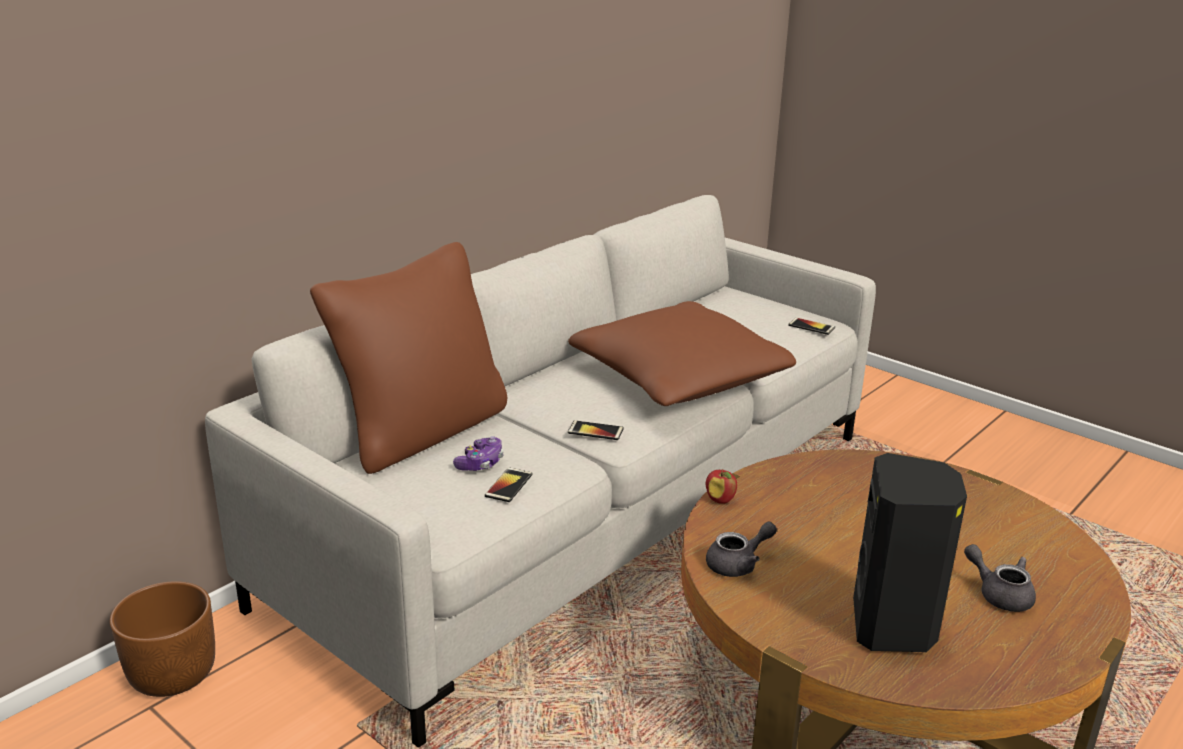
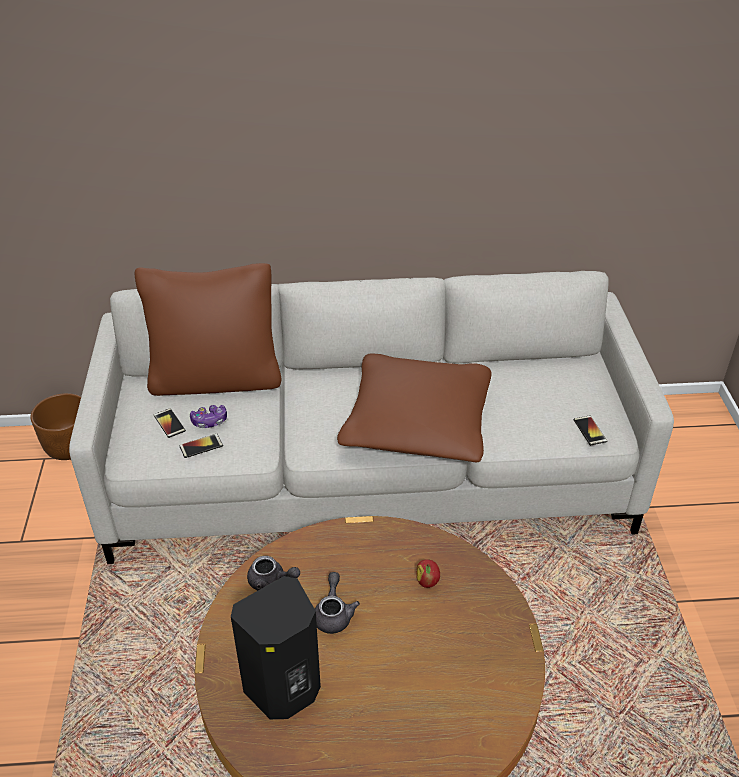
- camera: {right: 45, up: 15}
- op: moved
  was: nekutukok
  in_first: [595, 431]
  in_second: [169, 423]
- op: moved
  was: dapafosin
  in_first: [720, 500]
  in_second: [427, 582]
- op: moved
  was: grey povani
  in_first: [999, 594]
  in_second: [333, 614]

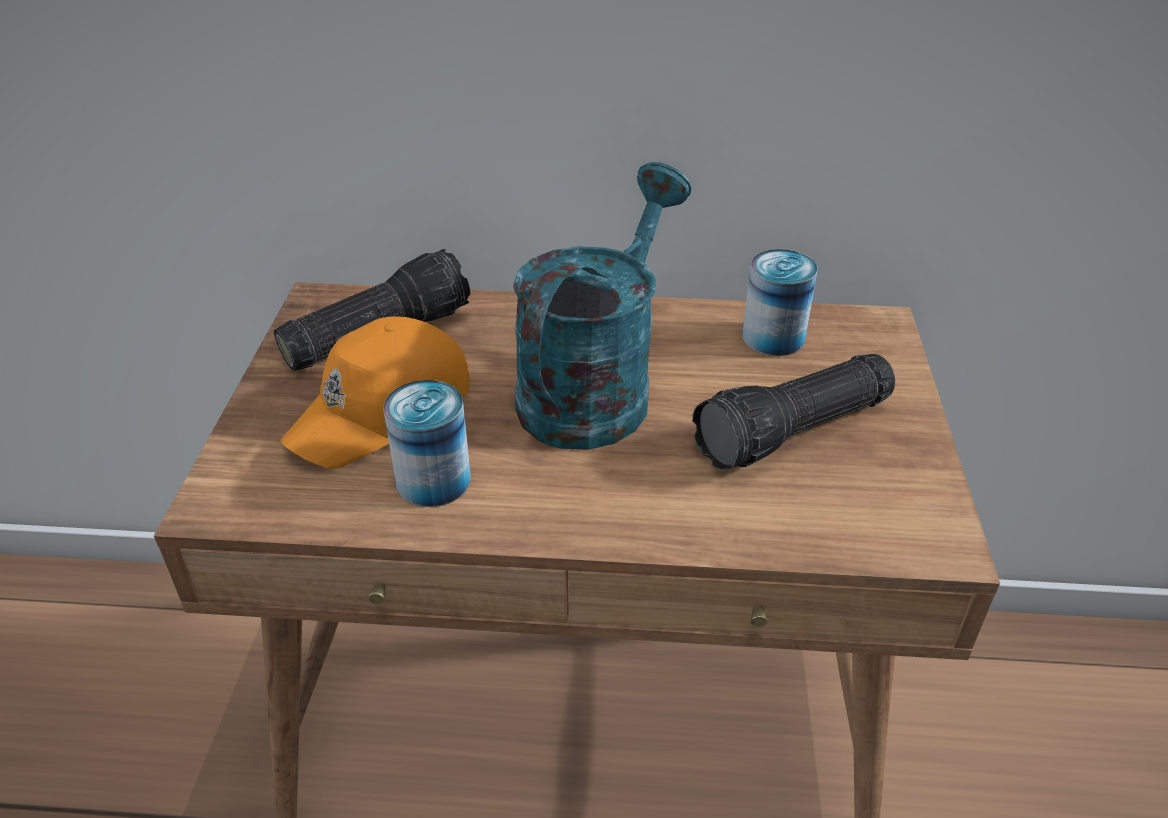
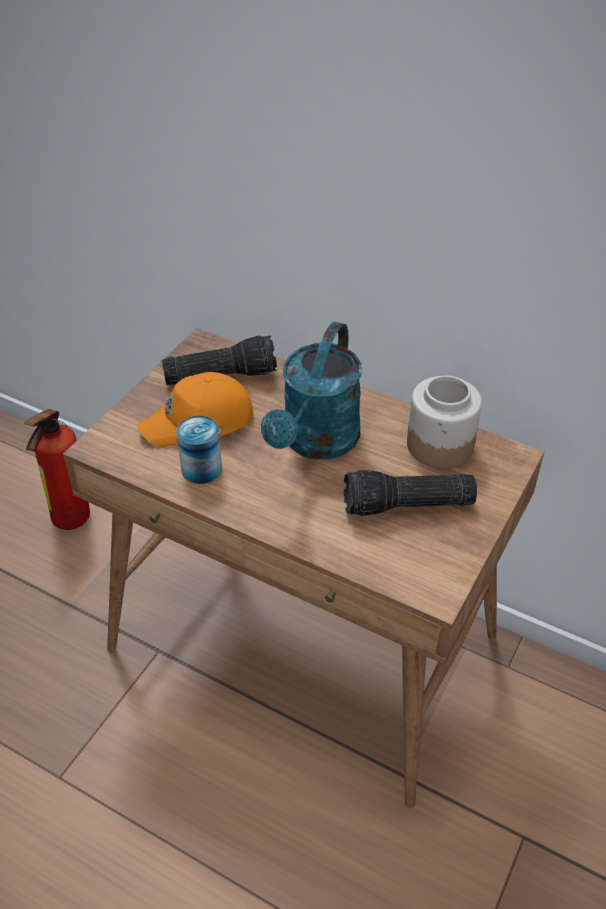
- camera: {right: 25, up: 5}
- op: added
  now: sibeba
  in_second: [68, 522]
- op: replaced
  was: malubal
  now: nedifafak
  in_first: [773, 337]
  in_second: [440, 445]
- op: turned
  was: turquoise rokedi
  in_first: [595, 386]
  in_second: [316, 443]
  clockwise: 150

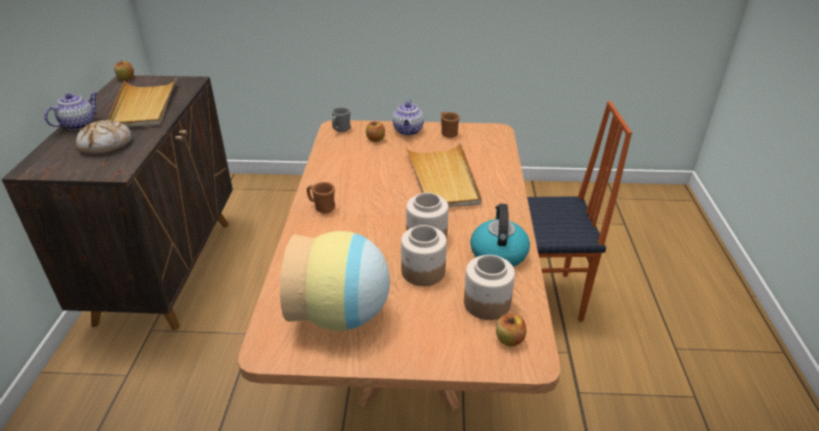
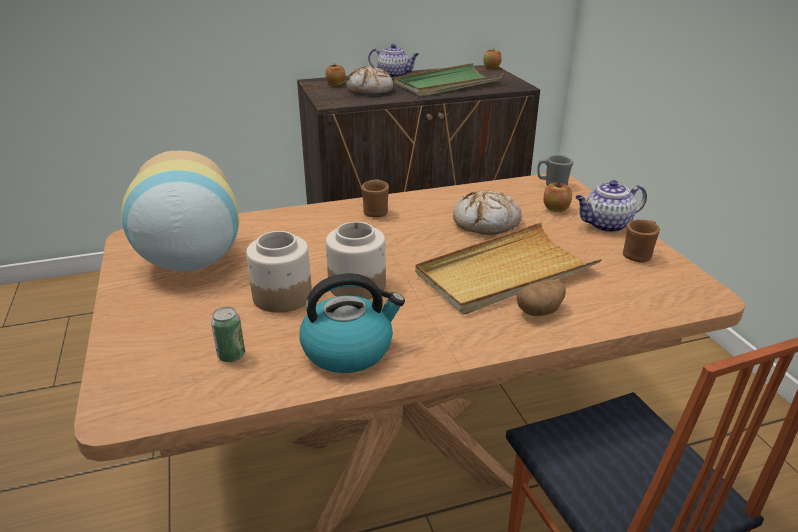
- camera: {right: 70, up: -5}
- op: added
  now: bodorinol
  in_second: [486, 222]
- op: added
  now: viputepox
  in_second: [540, 311]
- op: moved
  was: dapafosin
  in_first: [509, 339]
  in_second: [336, 84]
- op: replaced
  was: nedifafak
  now: malubal
  in_first: [486, 303]
  in_second: [231, 355]
- op: recoloured
  was: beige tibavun
  now: green tibavun
  in_first: [144, 106]
  in_second: [447, 84]

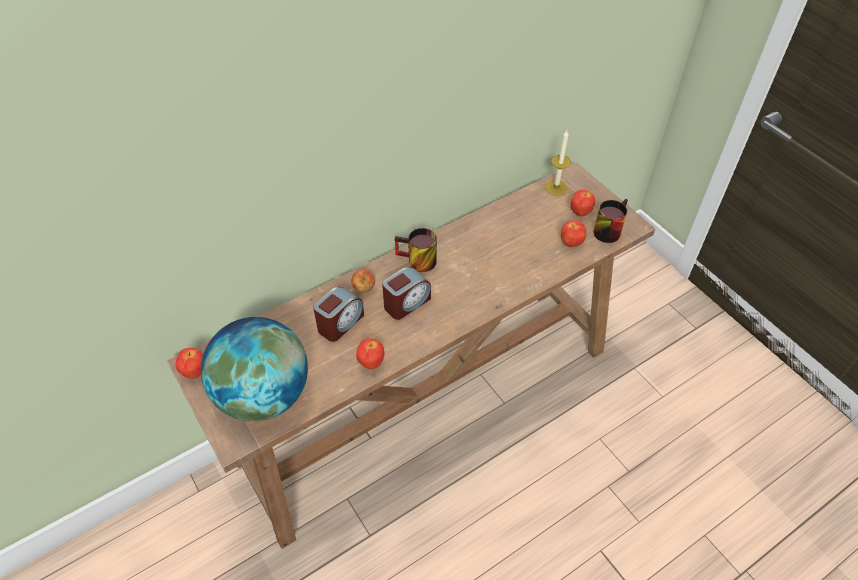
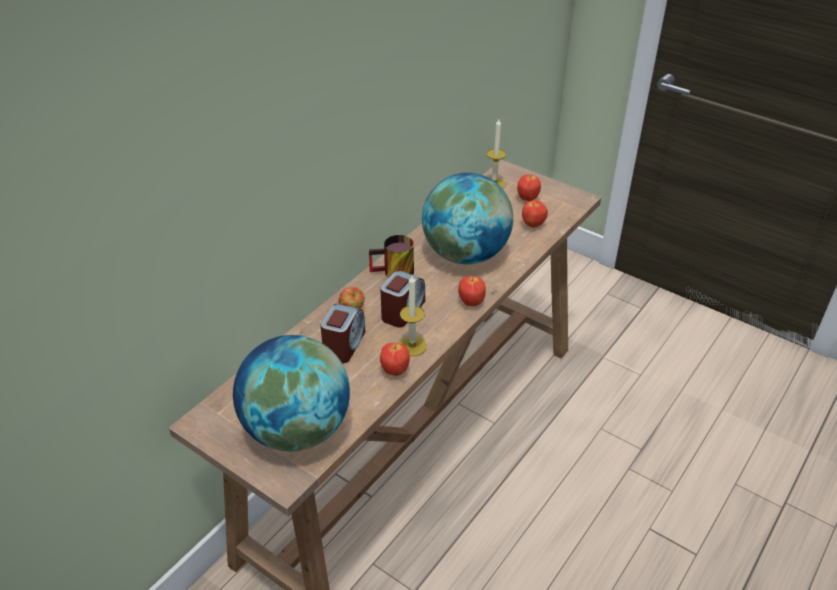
- camera: {right: -20, up: -10}
- op: removed
  was: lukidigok
  in_first: [607, 229]
- op: added
  now: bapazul
  in_second: [412, 346]
- op: added
  now: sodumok
  in_second: [466, 254]
- op: moved
  was: dapafosin
  in_first: [194, 371]
  in_second: [470, 302]

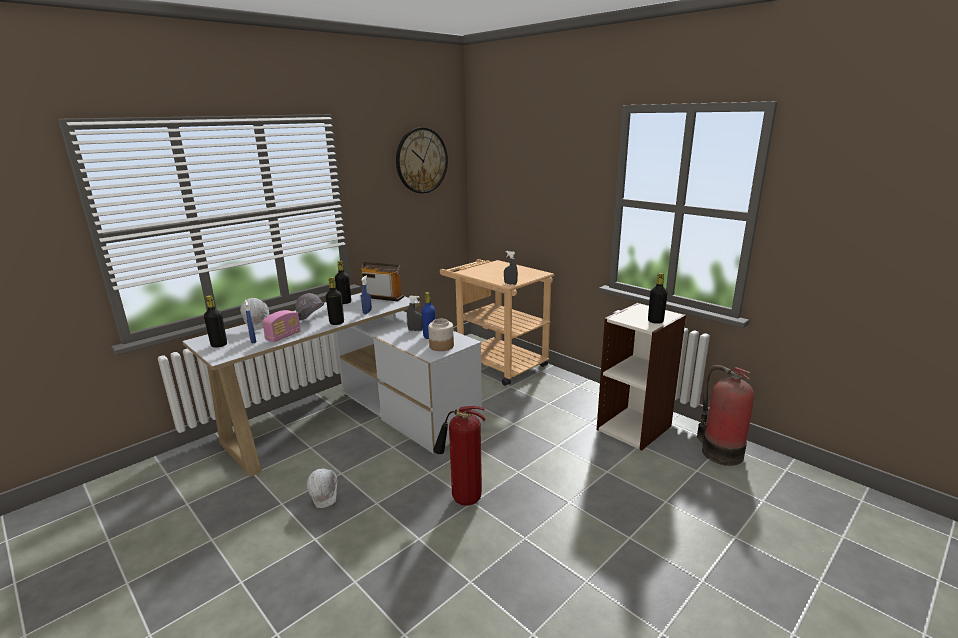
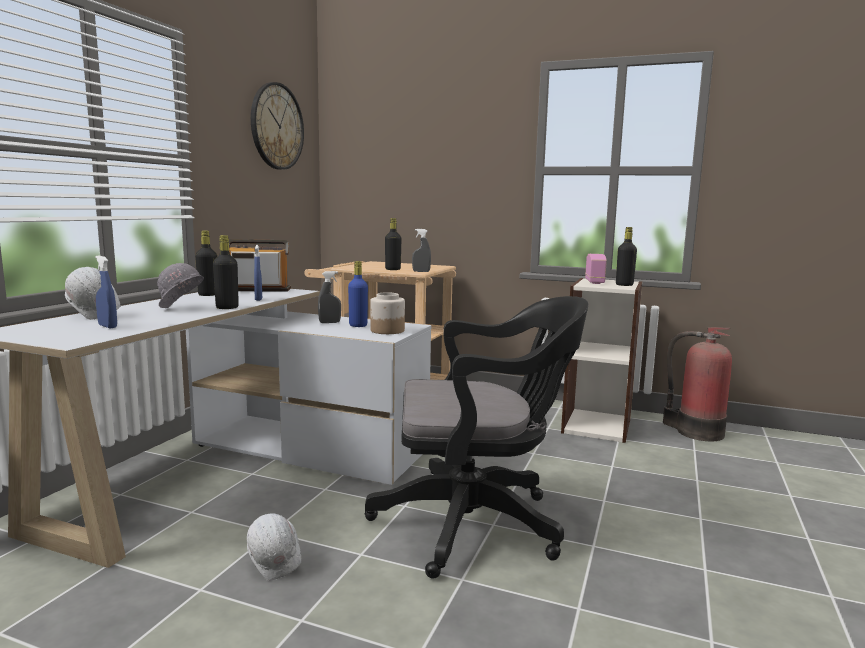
- camera: {right: -25, up: -10}
- op: moved
  was: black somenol
  in_first: [219, 345]
  in_second: [393, 269]
- op: moved
  was: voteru
  in_first: [283, 336]
  in_second: [594, 282]
- op: replaced
  was: sibeba
  now: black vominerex
  in_first: [463, 499]
  in_second: [477, 524]

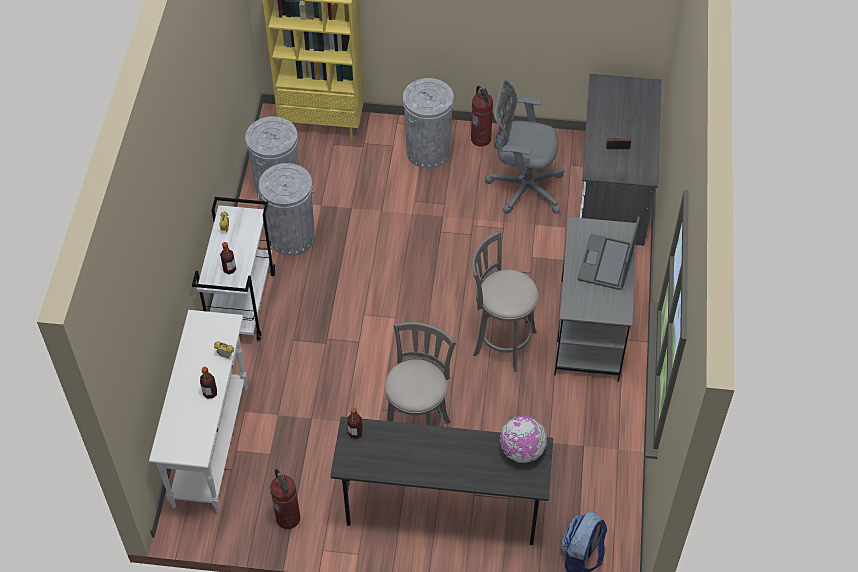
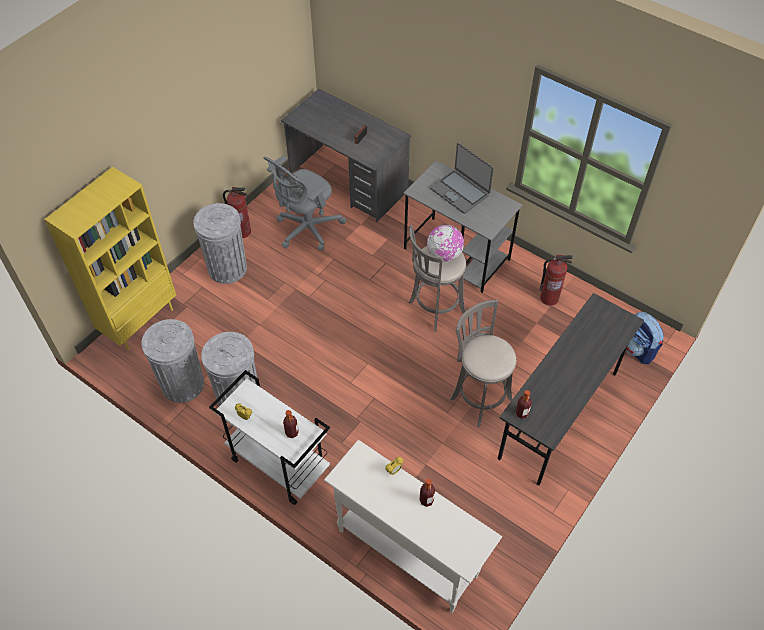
- camera: {right: -60, up: 0}
- op: moved
  was: sibeba
  in_first: [288, 518]
  in_second: [549, 298]
- op: moved
  was: sodumok
  in_first: [522, 451]
  in_second: [444, 255]

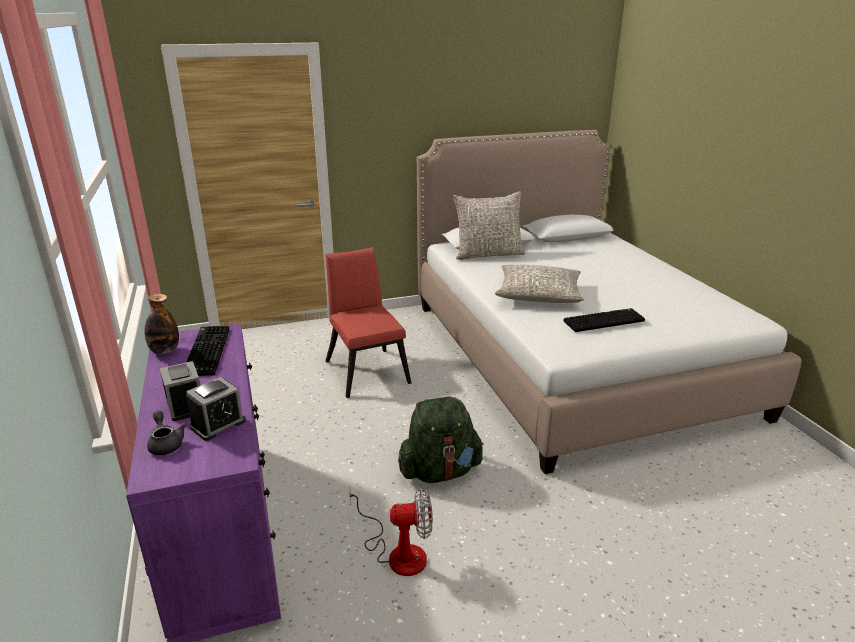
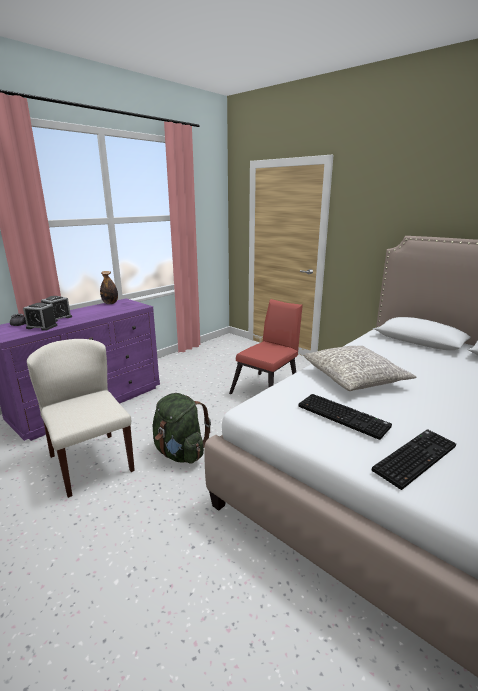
- camera: {right: 60, up: -5}
- op: removed
  was: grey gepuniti
  in_first: [488, 254]
- op: moved
  was: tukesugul
  in_first: [206, 351]
  in_second: [414, 457]
- op: replaced
  was: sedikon
  now: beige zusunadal
  in_first: [398, 552]
  in_second: [90, 462]

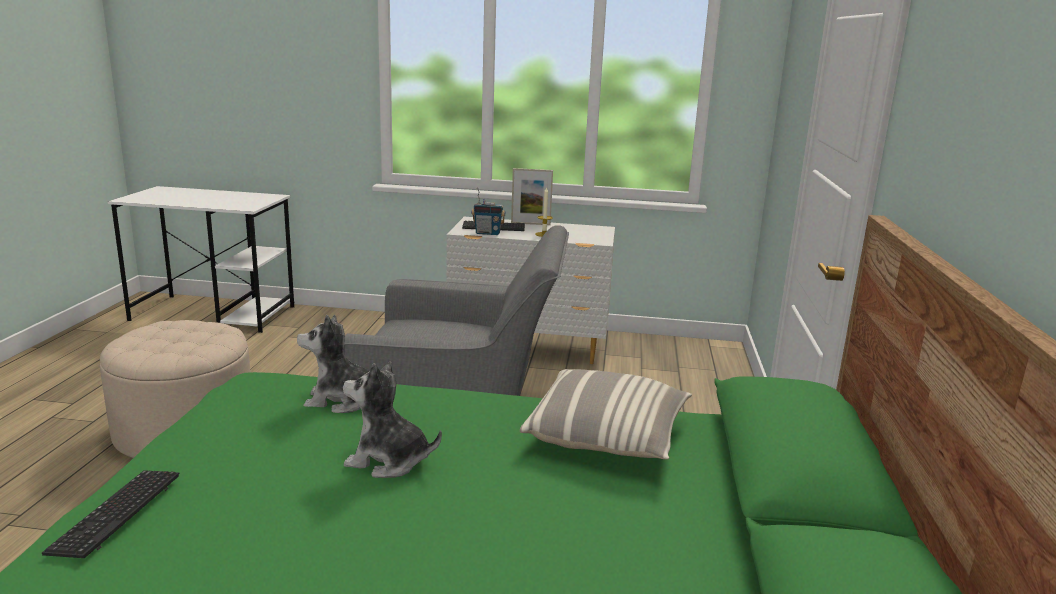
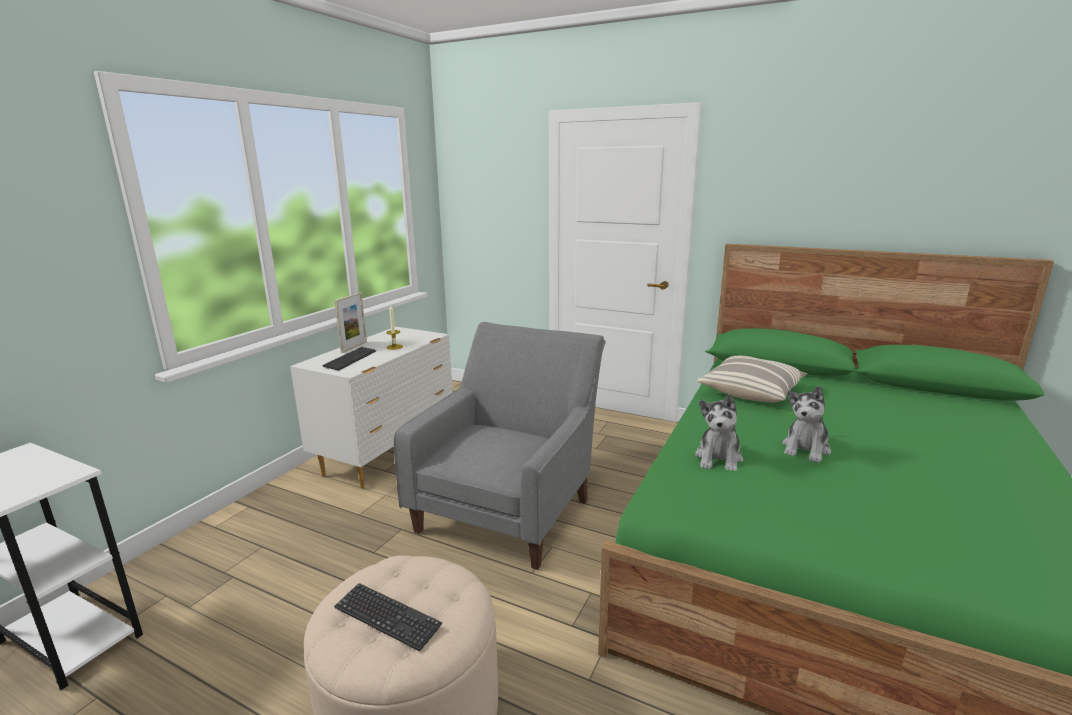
- camera: {right: -70, up: 0}
- op: removed
  was: voteru
  in_first: [487, 233]
- op: moved
  was: tukesugul
  in_first: [116, 514]
  in_second: [387, 617]

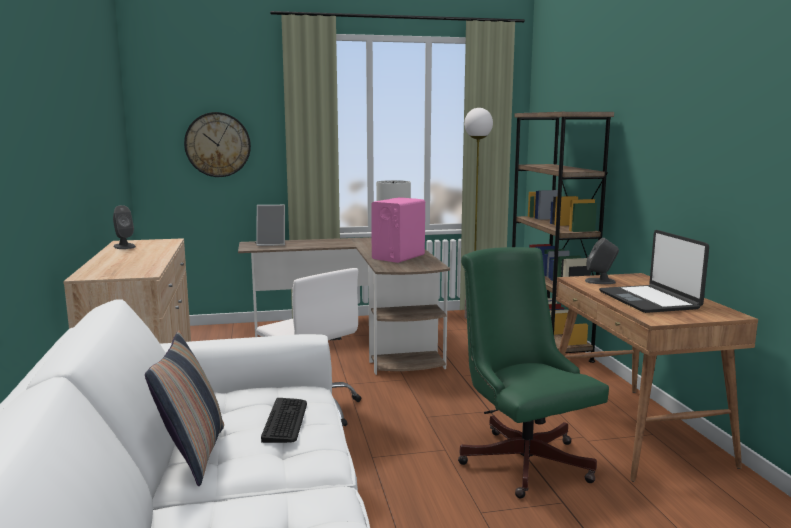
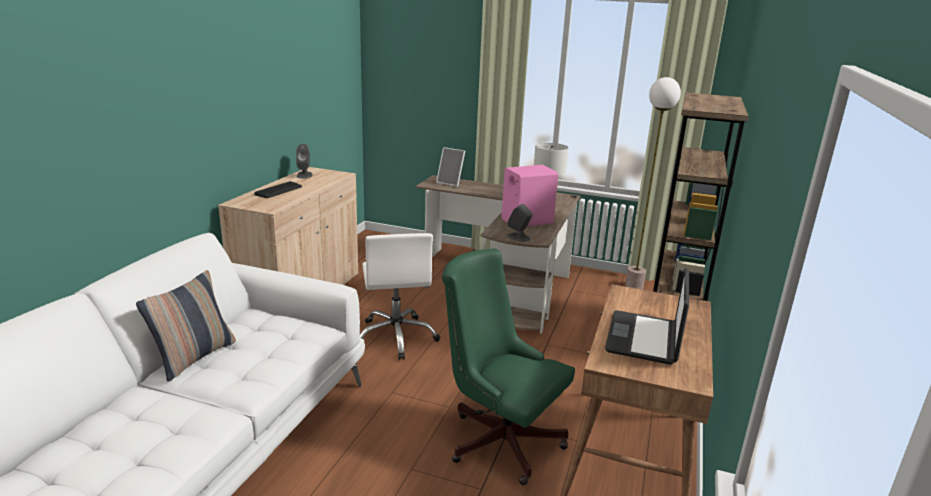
- camera: {right: 30, up: 10}
- op: removed
  was: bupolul
  in_first: [217, 144]
- op: moved
  was: tukesugul
  in_first: [285, 421]
  in_second: [279, 190]
- op: moved
  was: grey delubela
  in_first: [600, 281]
  in_second: [518, 237]
- op: turned
  was: green vominerex
  in_first: [522, 458]
  in_second: [499, 438]
  clockwise: -60

